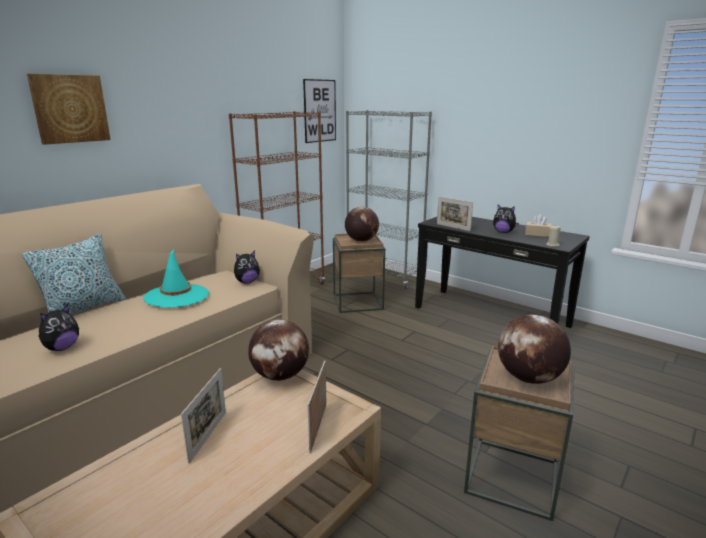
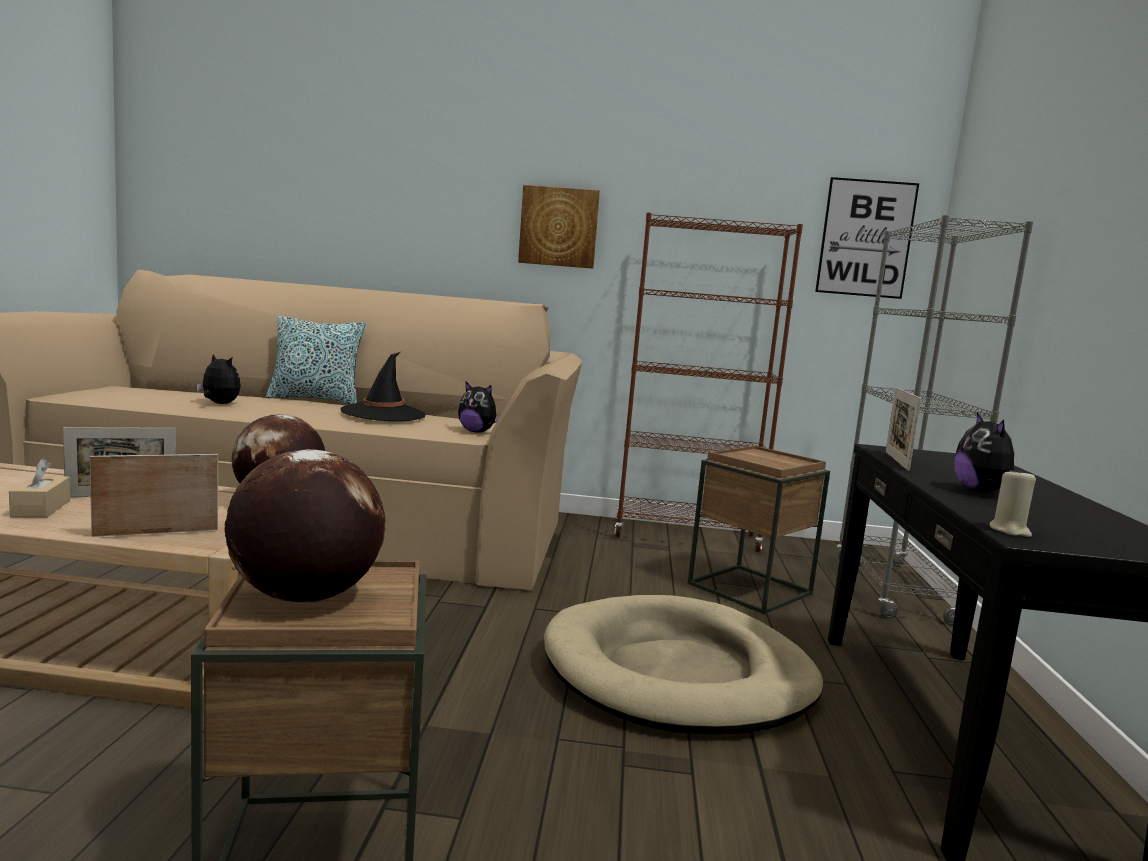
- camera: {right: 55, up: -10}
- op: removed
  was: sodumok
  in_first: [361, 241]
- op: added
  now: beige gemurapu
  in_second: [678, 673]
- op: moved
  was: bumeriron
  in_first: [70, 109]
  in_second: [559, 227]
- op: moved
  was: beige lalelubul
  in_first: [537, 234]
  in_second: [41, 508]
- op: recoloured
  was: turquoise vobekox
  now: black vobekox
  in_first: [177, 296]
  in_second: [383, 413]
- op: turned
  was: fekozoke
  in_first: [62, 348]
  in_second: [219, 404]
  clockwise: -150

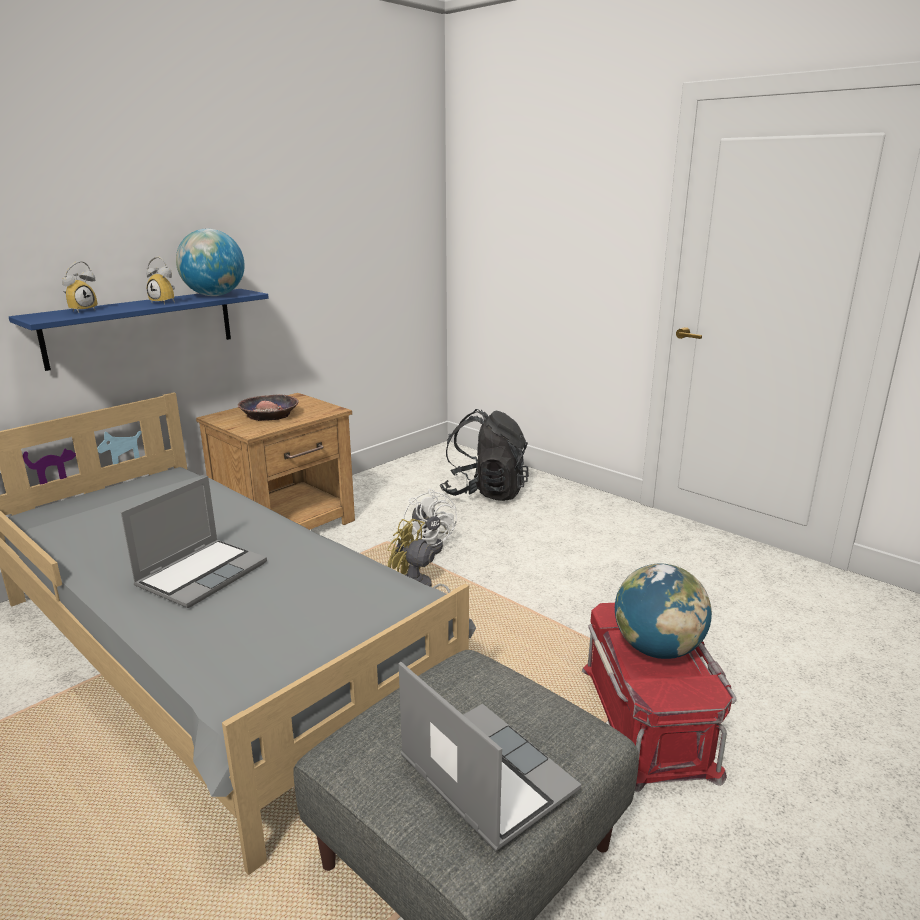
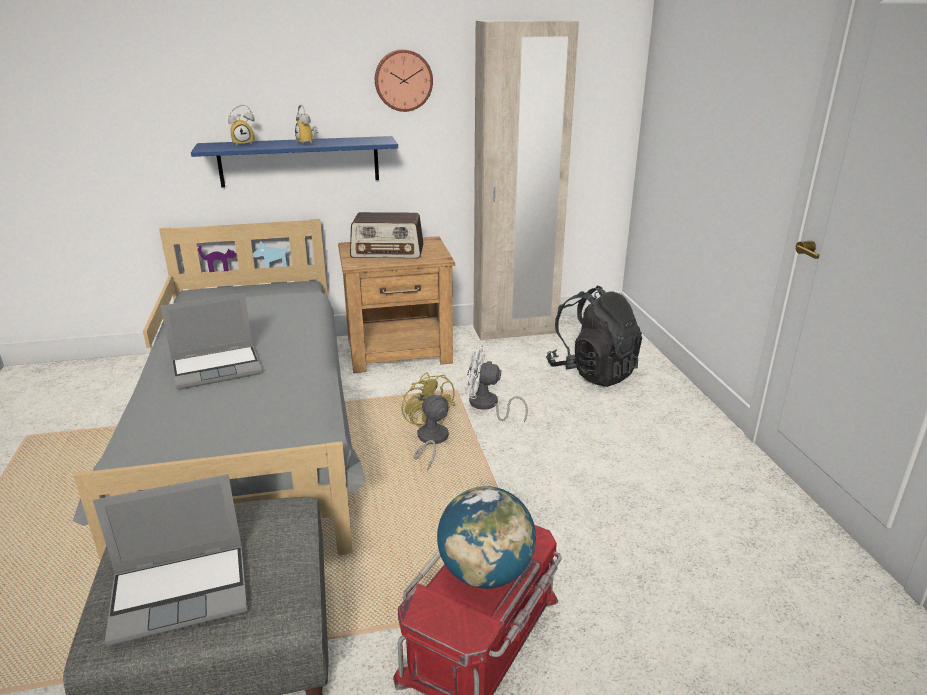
- camera: {right: 35, up: 5}
- op: removed
  was: sodumok
  in_first: [214, 296]
- op: added
  now: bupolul
  in_second: [403, 80]
- op: added
  now: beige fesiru
  in_second: [515, 330]
- op: replaced
  was: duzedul
  now: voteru
  in_first: [269, 415]
  in_second: [388, 252]
- op: turned
  was: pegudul
  in_first: [484, 775]
  in_second: [182, 592]
  clockwise: 75
- op: turned
  was: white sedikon
  in_first: [431, 545]
  in_second: [487, 406]
  clockwise: 90

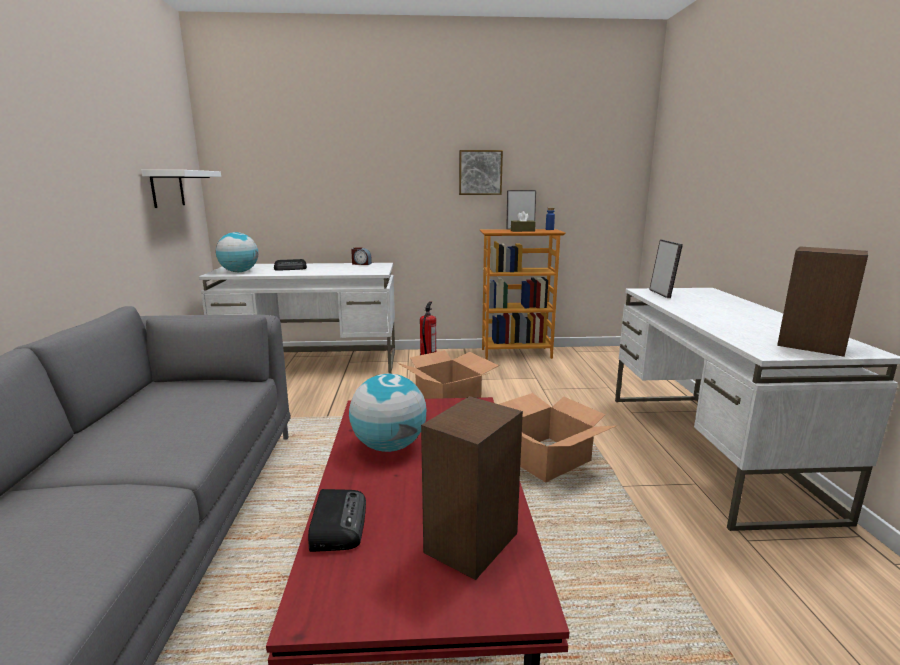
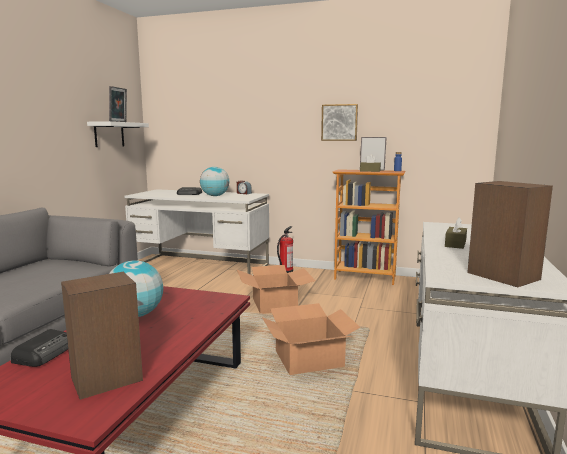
- camera: {right: 20, up: -5}
- op: added
  now: brown lalelubul
  in_second: [455, 244]
- op: moved
  was: sodumok
  in_first: [239, 272]
  in_second: [215, 196]
- op: moved
  was: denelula
  in_first: [662, 294]
  in_second: [119, 121]

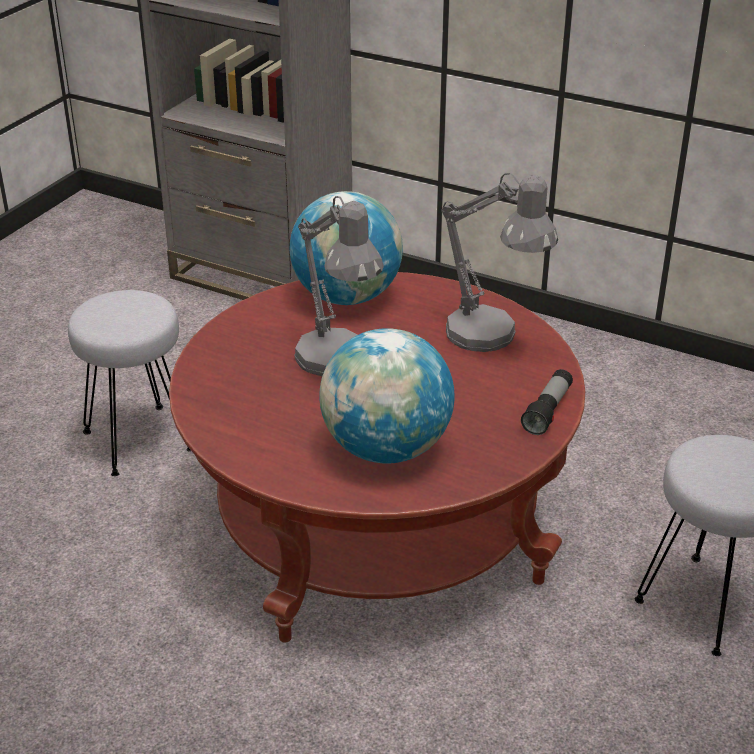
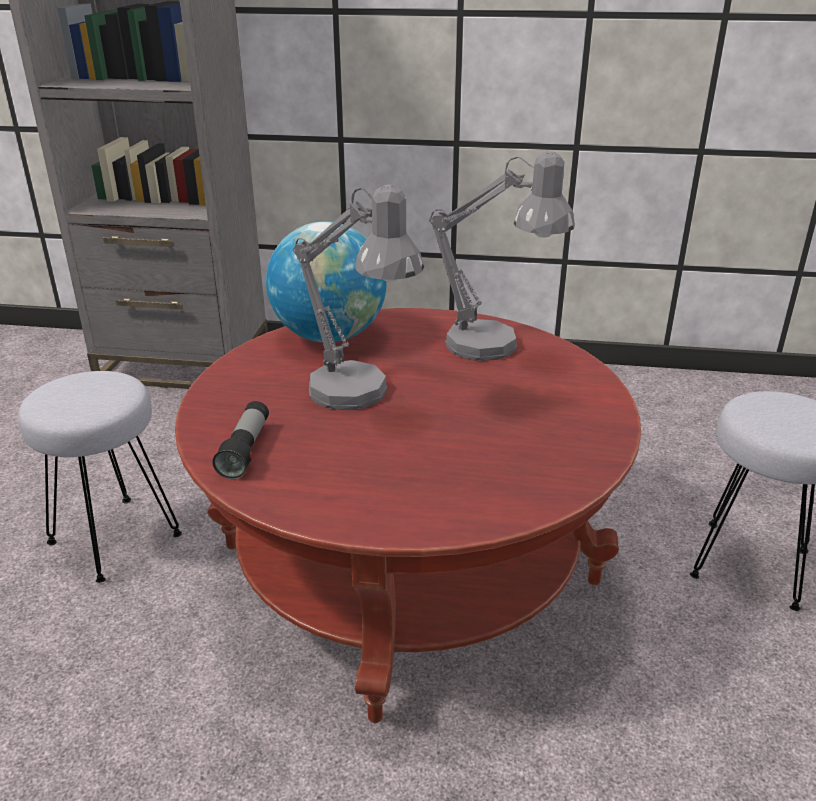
- camera: {right: -20, up: -5}
- op: removed
  was: sodumok
  in_first: [386, 448]
- op: moved
  was: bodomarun
  in_first: [548, 411]
  in_second: [245, 450]

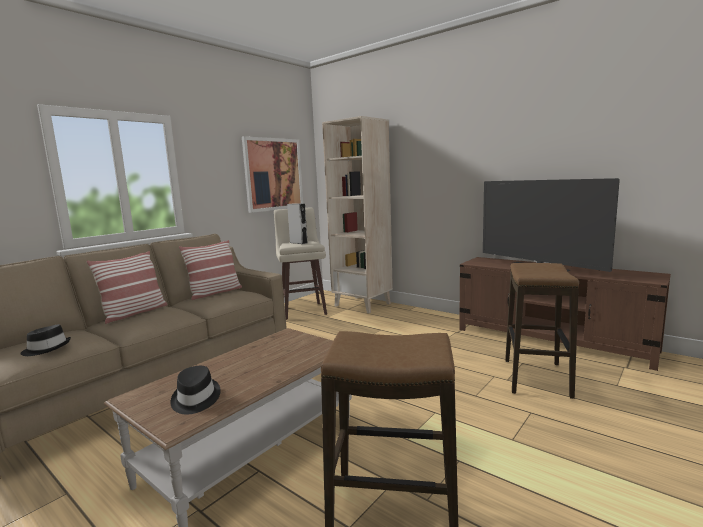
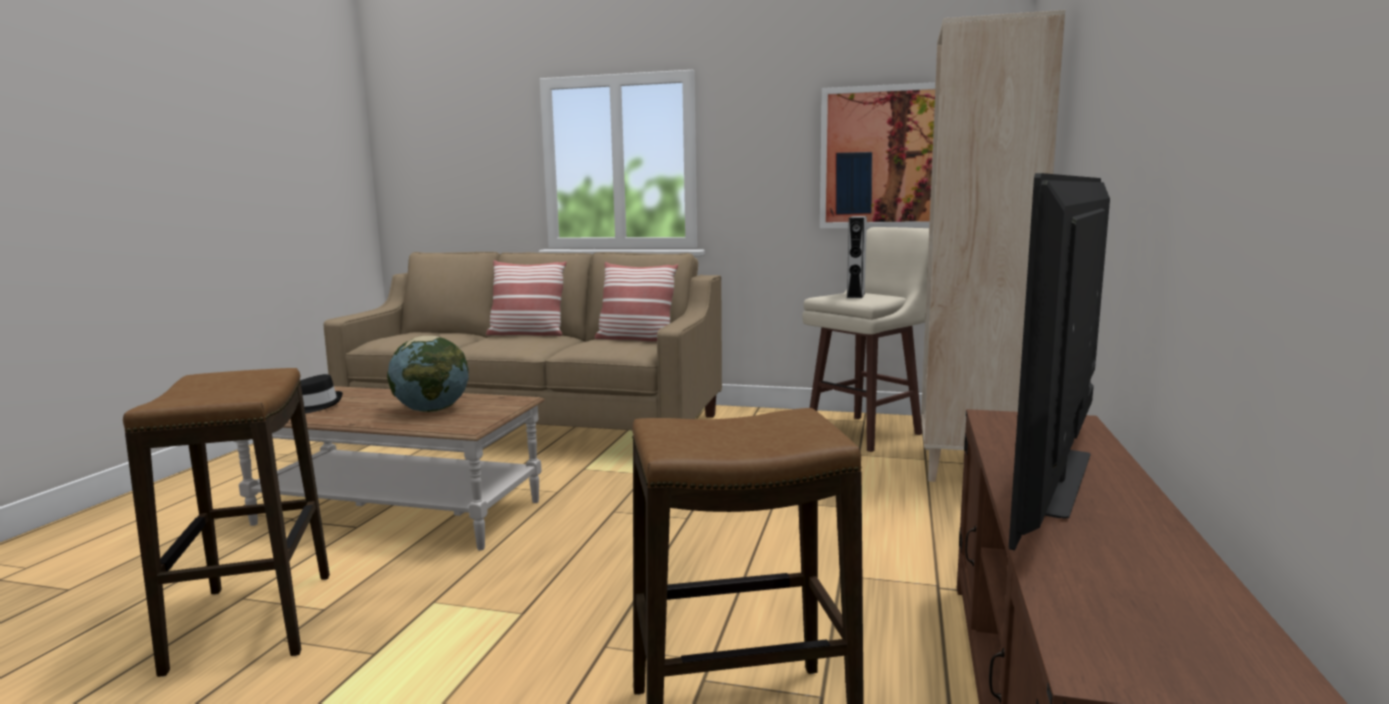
- camera: {right: 65, up: 0}
- op: removed
  was: black vobekox
  in_first: [47, 348]
- op: added
  now: sodumok
  in_second: [432, 410]

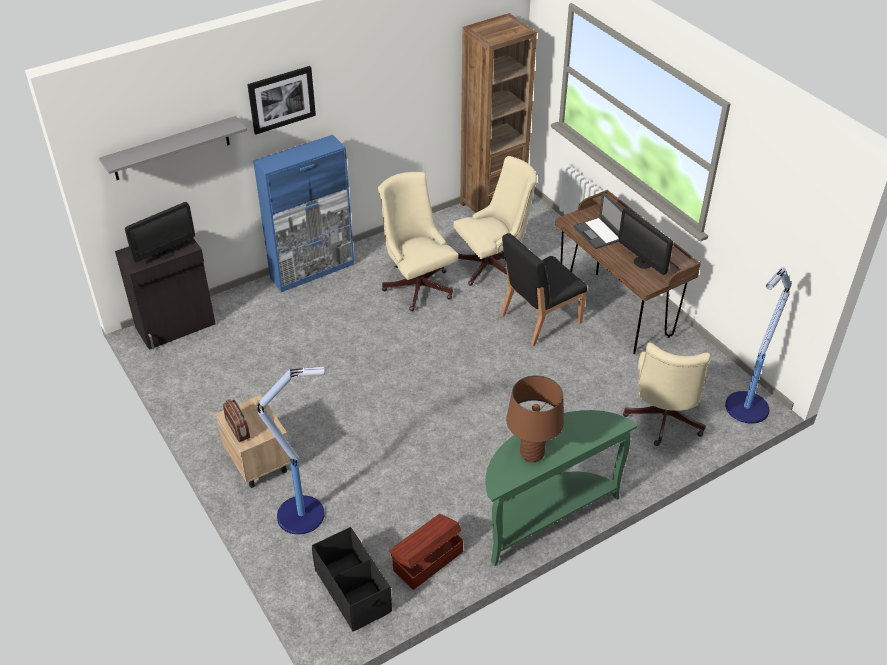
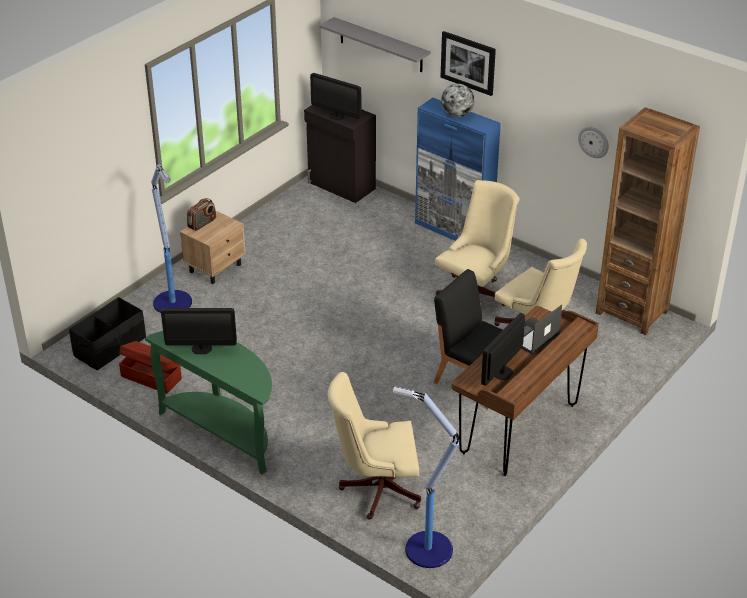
- camera: {right: 70, up: -5}
- op: added
  now: sodumok
  in_second: [457, 115]
- op: added
  now: bupolul
  in_second: [594, 141]
- op: replaced
  was: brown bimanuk
  now: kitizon
  in_first: [532, 454]
  in_second: [201, 348]

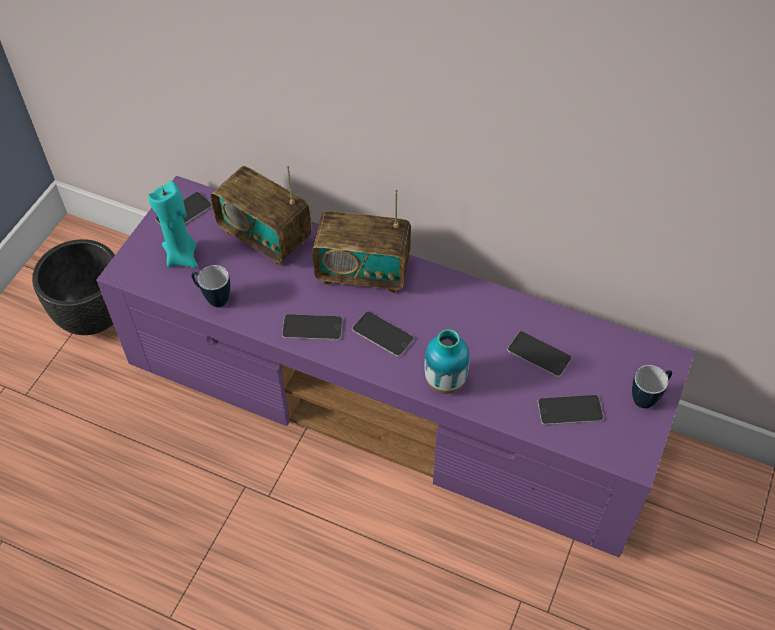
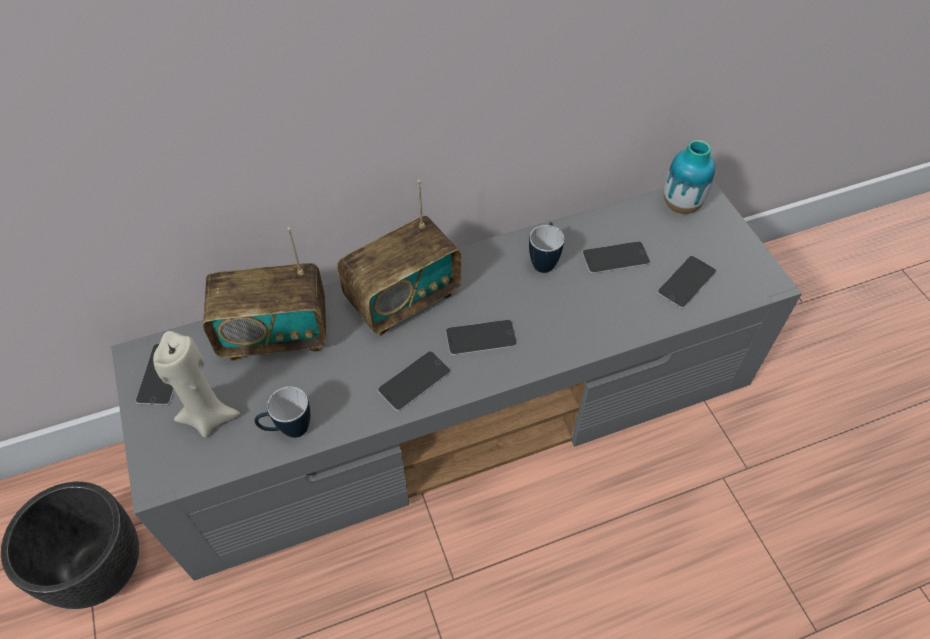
- camera: {right: -45, up: 0}
- op: moved
  was: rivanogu
  in_first: [445, 382]
  in_second: [681, 205]
- op: moved
  was: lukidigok
  in_first: [648, 397]
  in_second: [544, 260]
- op: recoloured
  was: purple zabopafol
  now: grey zabopafol
  in_first: [392, 402]
  in_second: [467, 411]
- op: recoloured
  was: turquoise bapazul
  now: beige bapazul
  in_first: [182, 256]
  in_second: [209, 416]

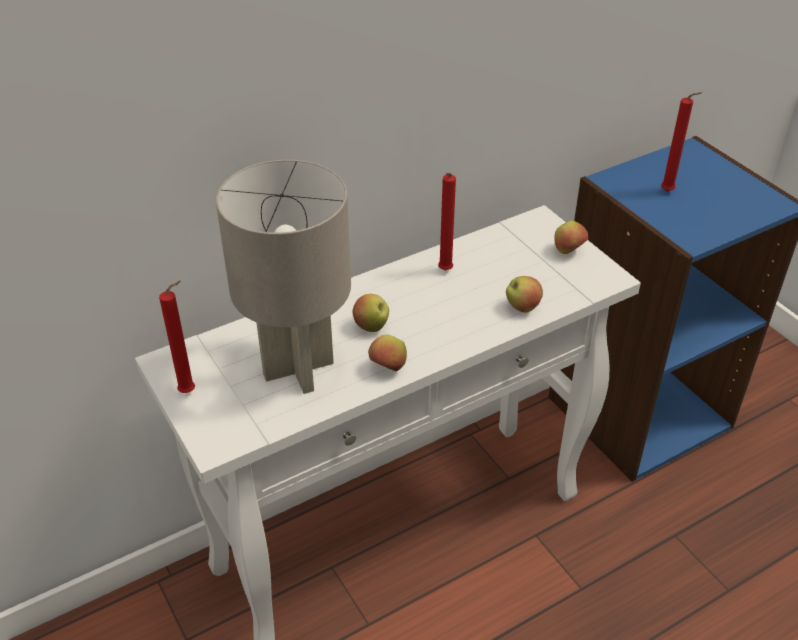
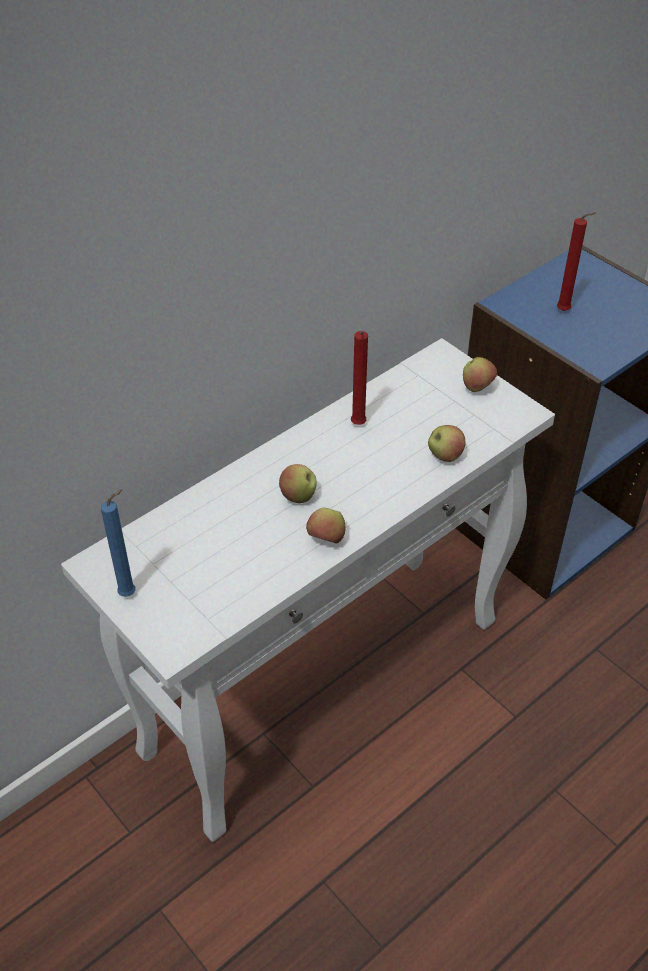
- camera: {right: -10, up: 5}
- op: removed
  was: grey bimanuk
  in_first: [297, 370]
- op: recoloured
  was: red bapazul
  now: blue bapazul
  in_first: [190, 391]
  in_second: [130, 593]

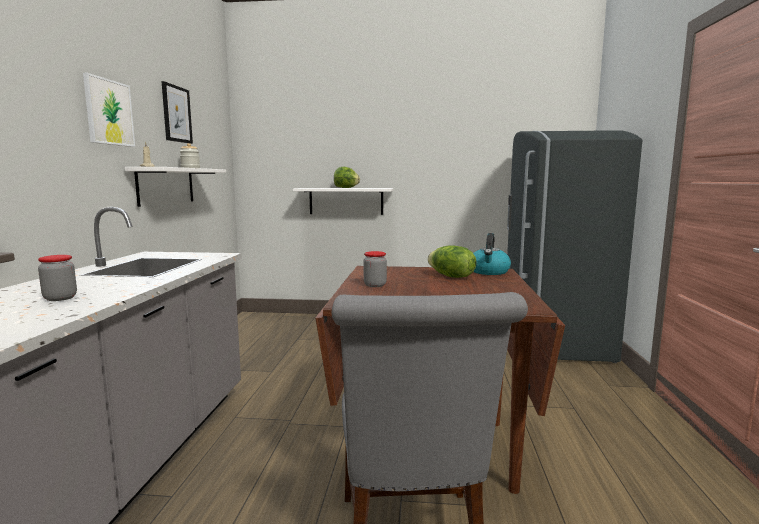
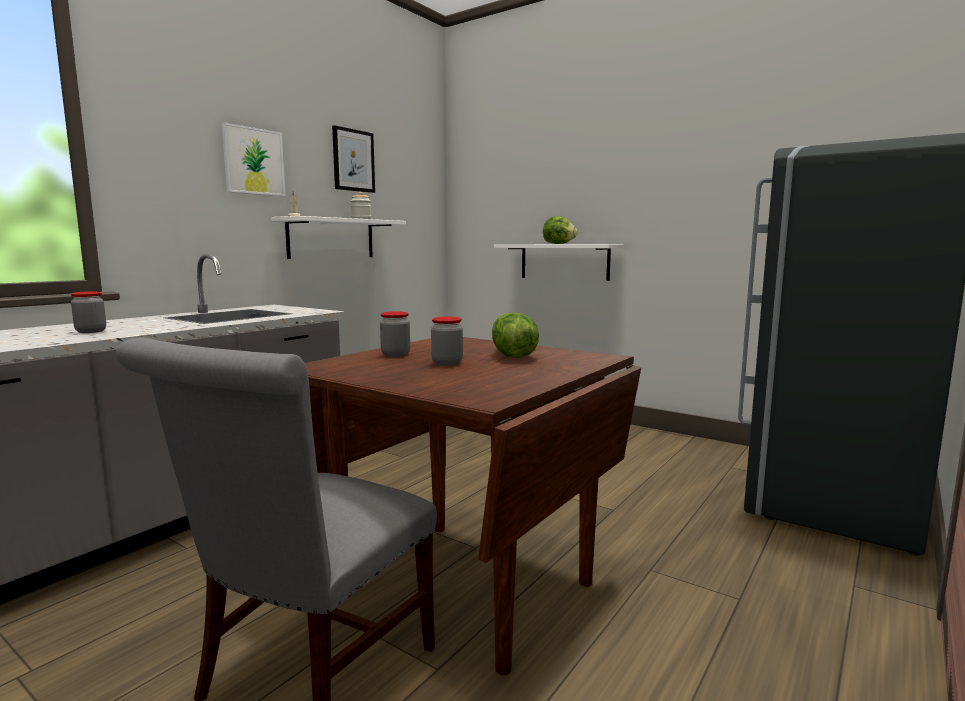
- camera: {right: 30, up: 0}
- op: removed
  was: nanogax
  in_first: [489, 272]
- op: added
  now: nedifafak
  in_second: [447, 363]

